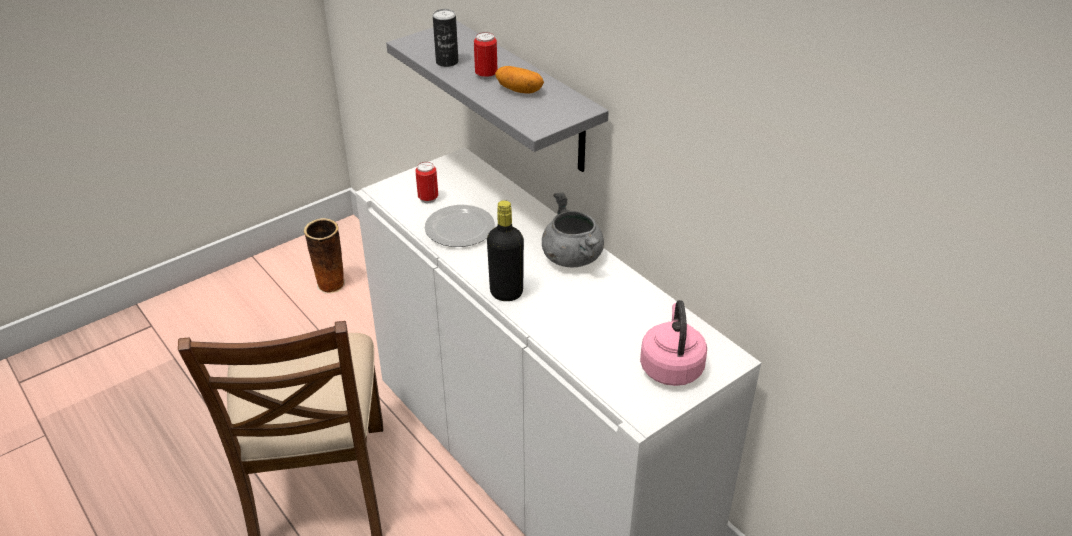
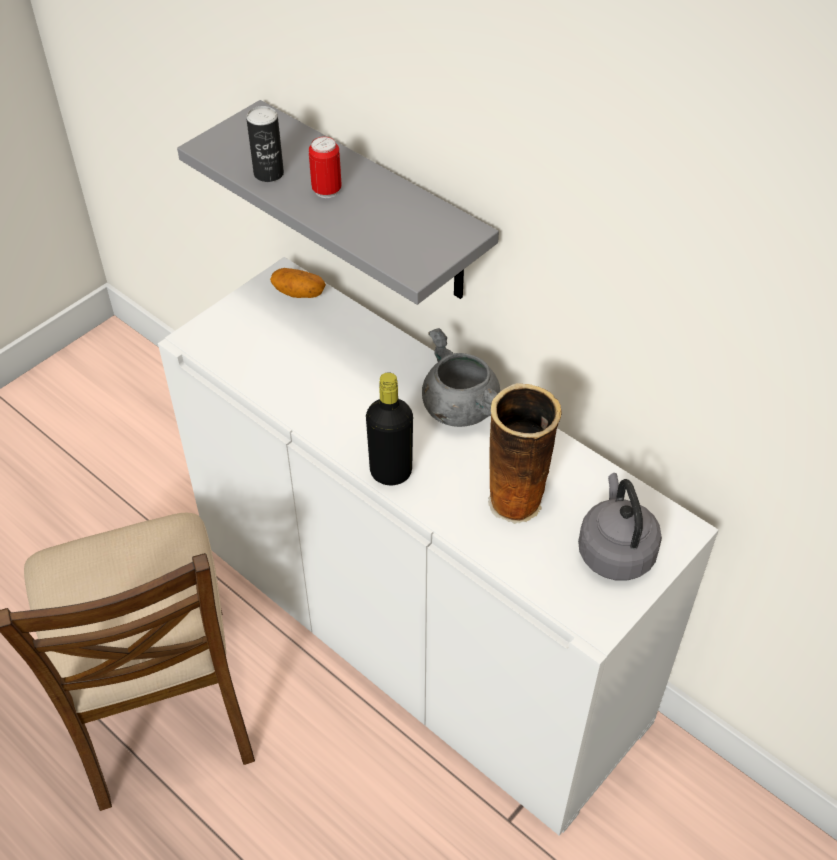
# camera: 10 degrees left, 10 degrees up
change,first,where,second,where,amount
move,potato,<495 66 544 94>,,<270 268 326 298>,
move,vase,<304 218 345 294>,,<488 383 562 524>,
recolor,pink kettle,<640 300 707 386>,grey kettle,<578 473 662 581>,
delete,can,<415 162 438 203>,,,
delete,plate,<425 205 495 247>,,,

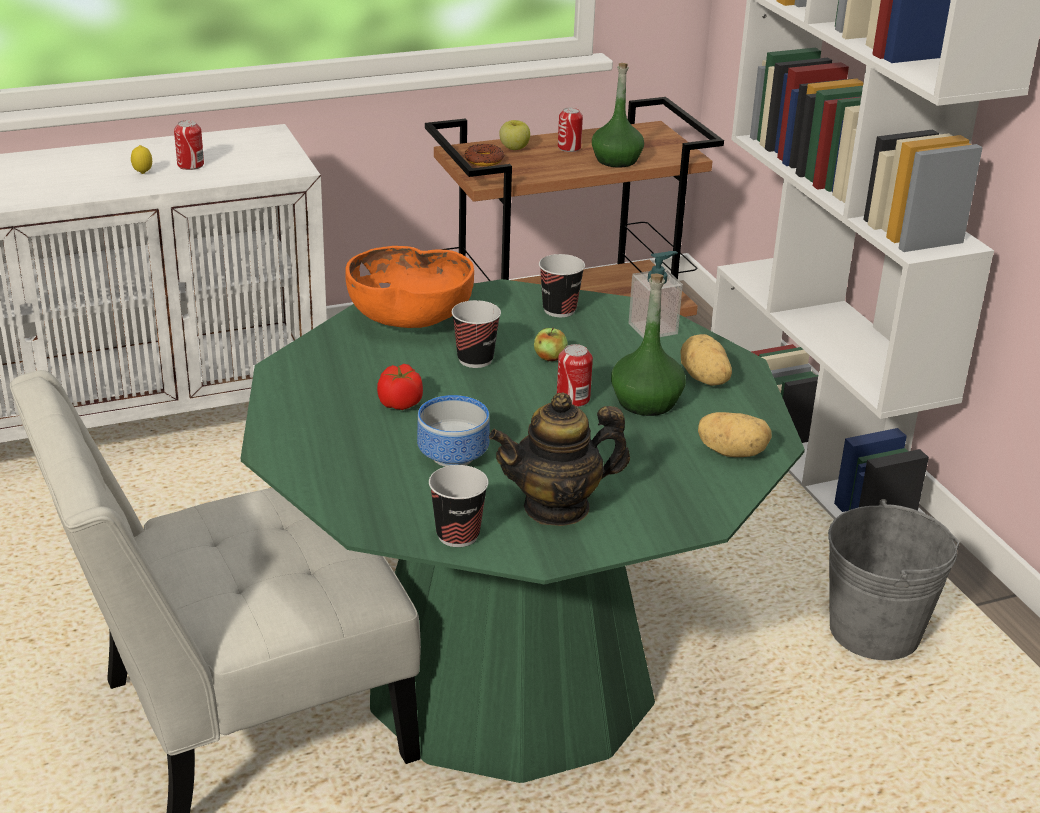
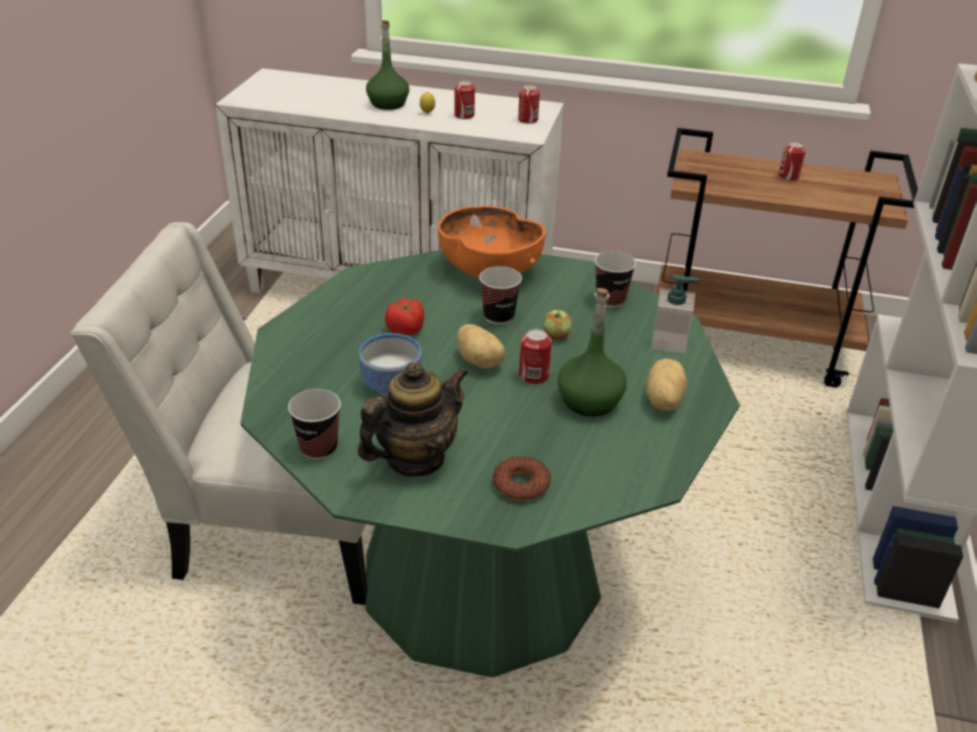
# camera: 35 degrees right, 5 degrees up
change,first,where,second,where,amount
rotate,teapot,<489 392 630 526>,,<357 362 468 476>,120 degrees clockwise
move,green bottle,<592 63 644 168>,,<366 20 409 110>,
move,potato,<698 412 772 457>,,<457 324 506 369>,
move,donut,<464 144 505 166>,,<492 456 551 501>,
insert,,,can,<518 85 540 124>,
delete,apple,<499 120 530 150>,,,
delete,grey bucket,<828 499 960 660>,,,

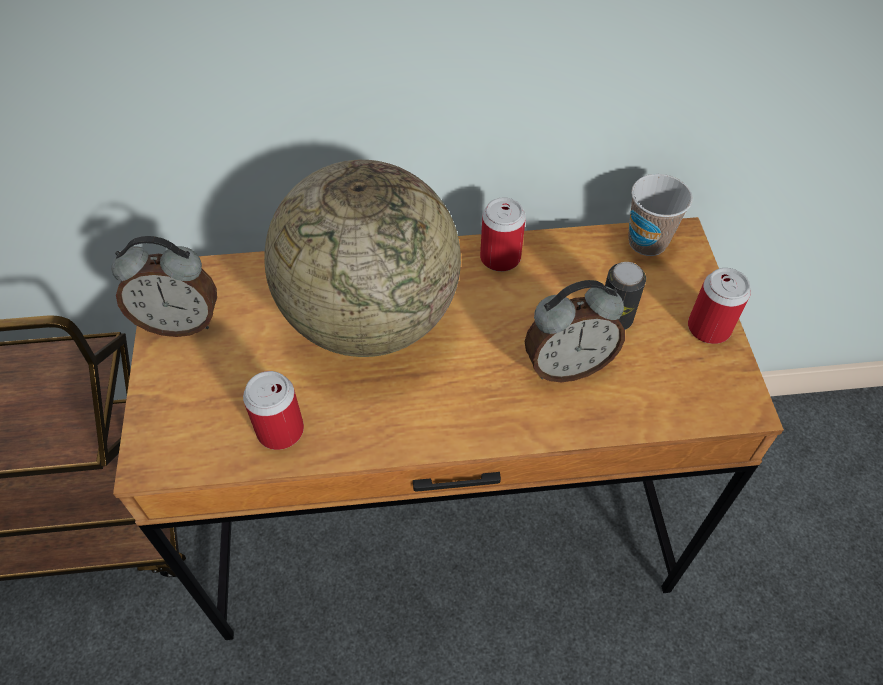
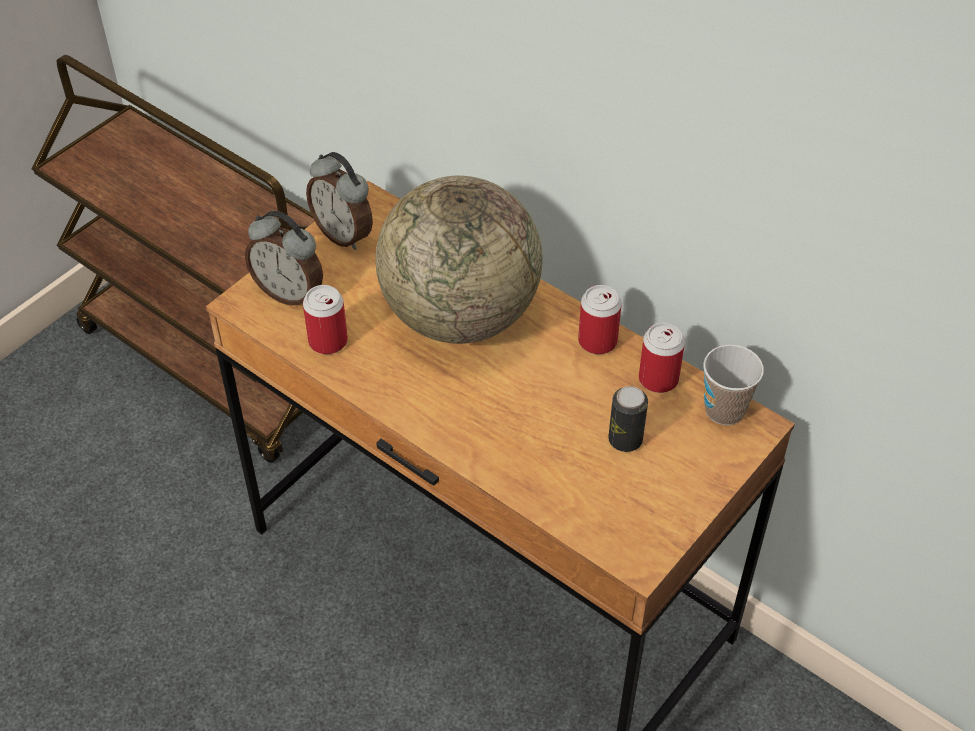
# camera: 45 degrees right, 5 degrees down
change,first,where,second,where,amount
move,alarm clock,<524 280 625 382>,,<245 211 323 305>,
move,can,<688 268 751 344>,,<639 322 685 393>,

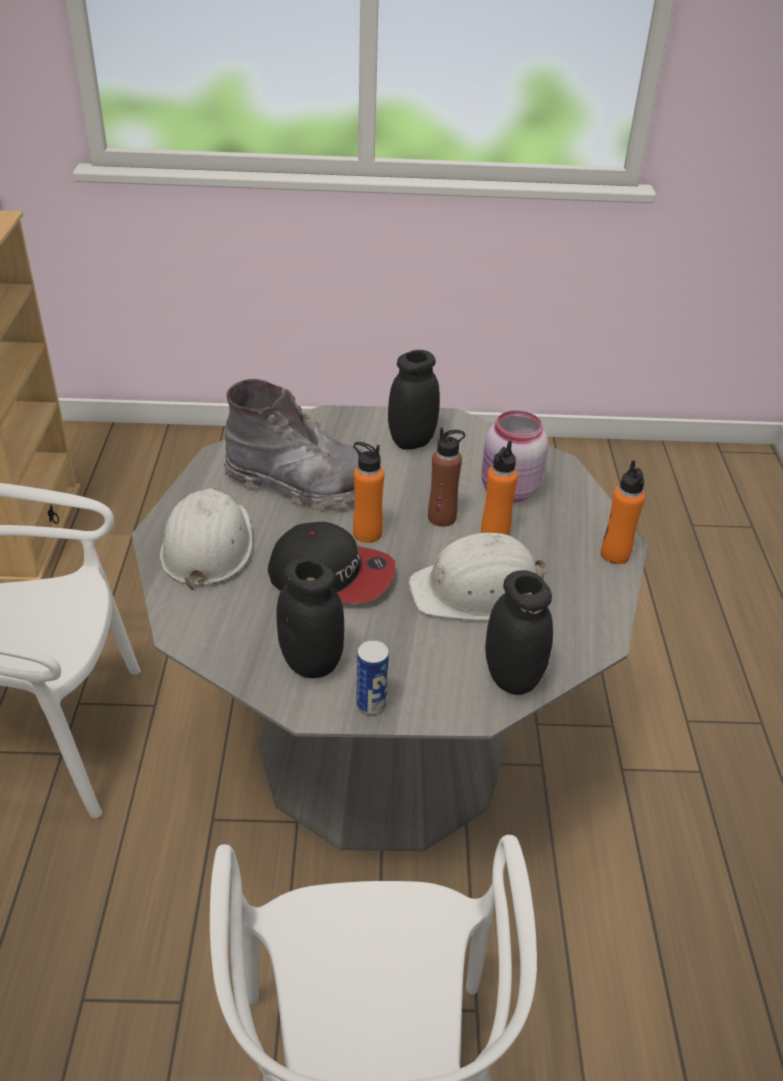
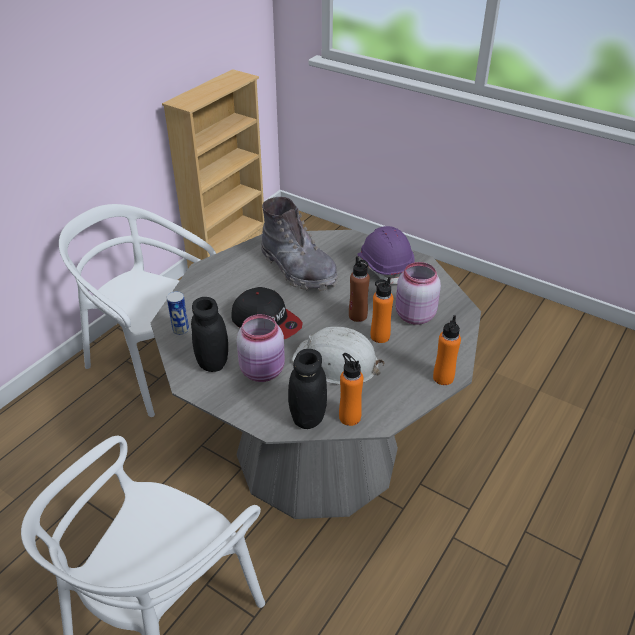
# camera: 35 degrees right, 0 degrees up
change,first,where,second,where,amount
move,can,<356 640 389 716>,,<167 291 189 335>,
insert,,,pink jar,<236 314 285 382>,
move,orange bottle,<353 442 384 543>,,<339 353 363 426>,
replace,black jar,<388 350 440 450>,purple hard hat,<357 226 415 284>,
delete,white hard hat,<160 488 253 590>,,,

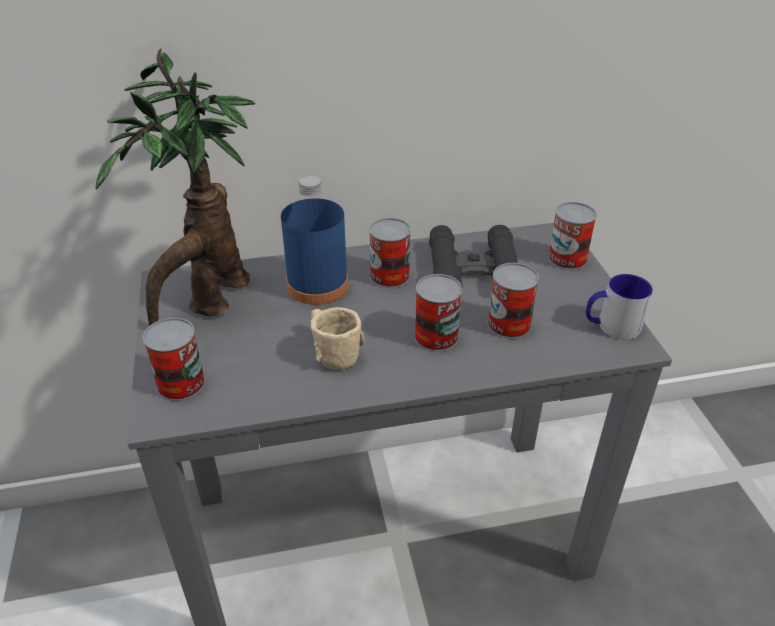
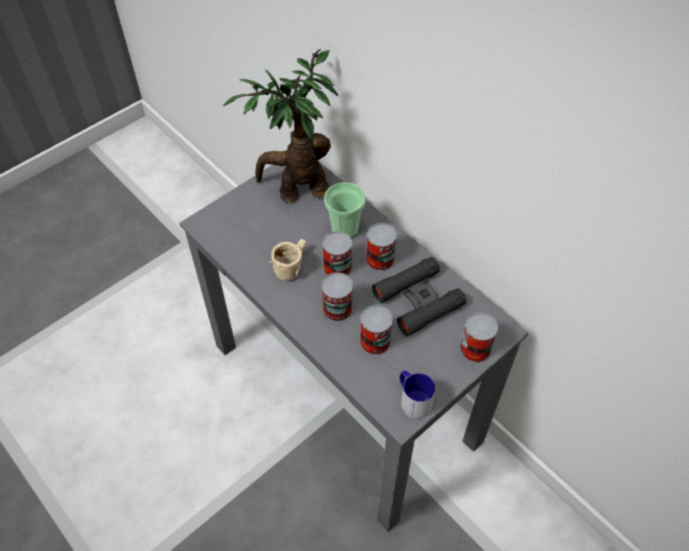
# camera: 60 degrees right, 15 degrees up
change,first,where,second,where,amount
move,can,<143 318 205 401>,,<322 231 352 275>,
replace,blue bottle,<281 176 349 305>,cup,<324 182 366 239>,

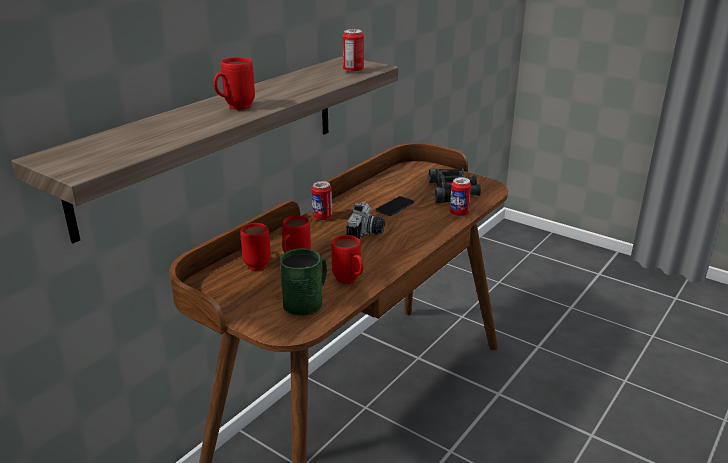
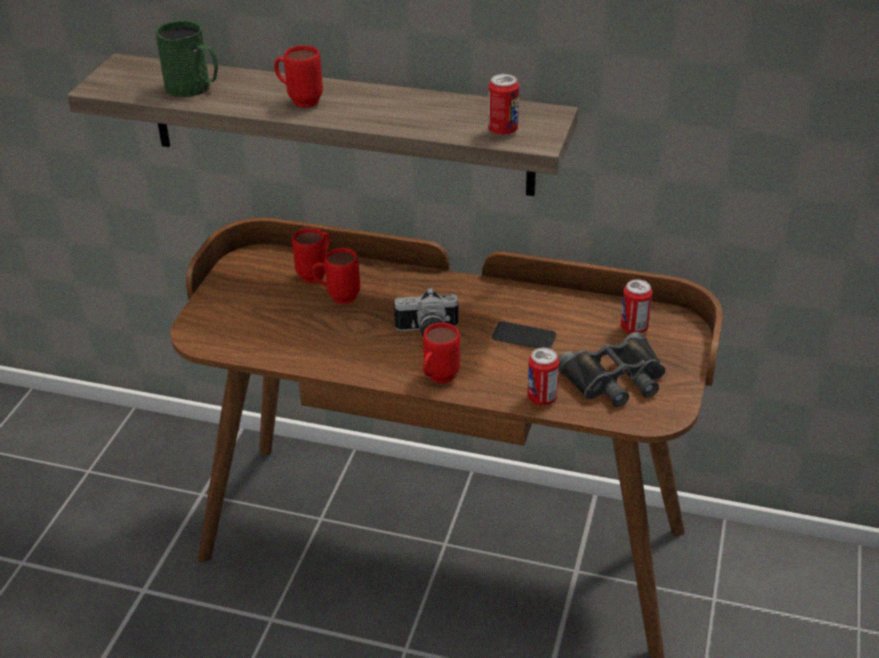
# camera: 70 degrees right, 10 degrees up
change,first,where,second,where,amount
move,green mug,<280 248 327 315>,,<156 20 218 97>,
move,red mug,<332 235 363 284>,,<423 323 460 383>,
move,can,<312 181 332 221>,,<621 279 652 333>,

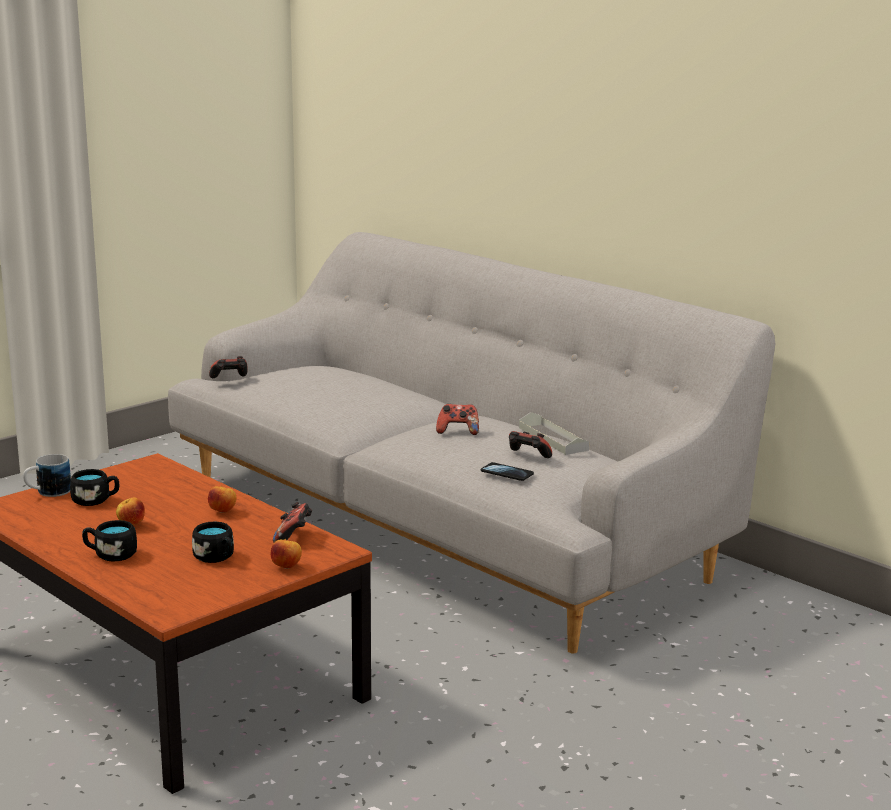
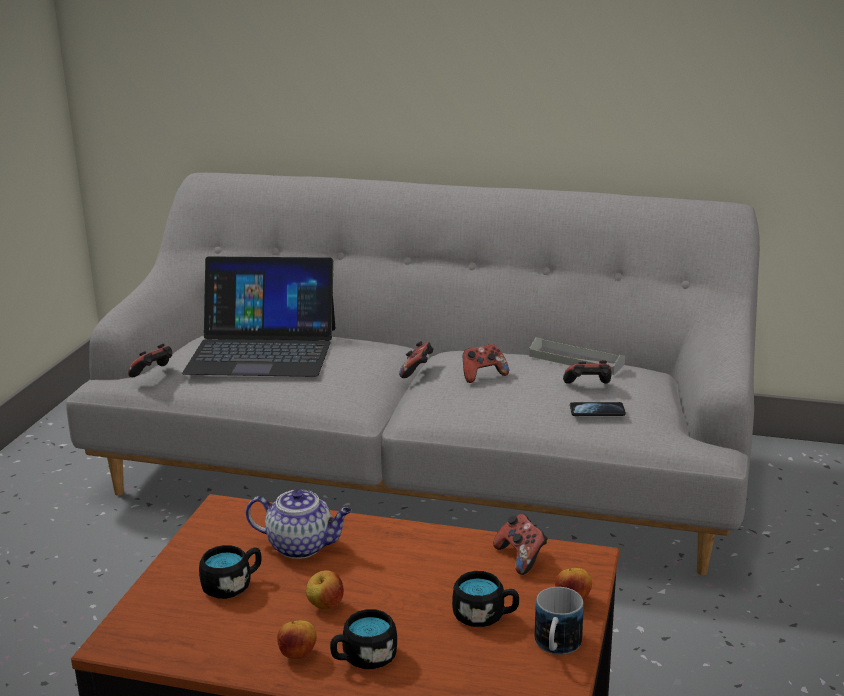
# camera: 30 degrees left, 5 degrees up
change,first,where,second,where,amount
insert,,,laptop,<182 256 335 377>,
insert,,,teapot,<246 489 352 559>,
move,apple,<208 486 236 513>,,<277 620 317 659>,
insert,,,game controller,<399 341 434 378>,
move,mug,<23 454 71 497>,,<535 587 584 655>,

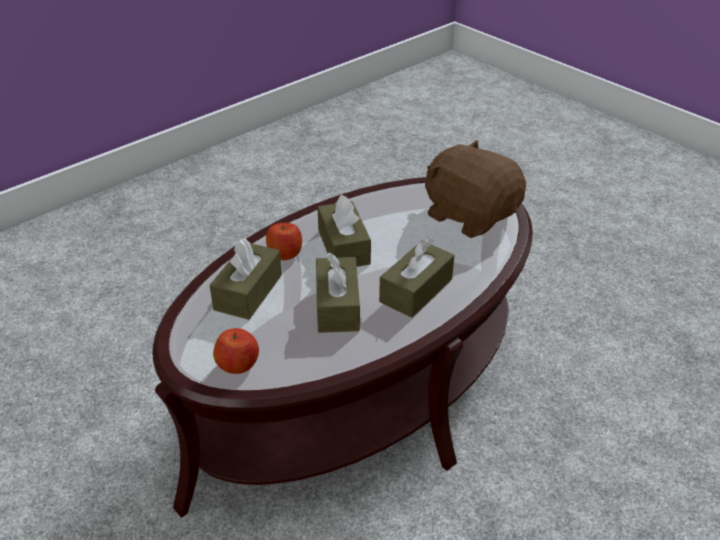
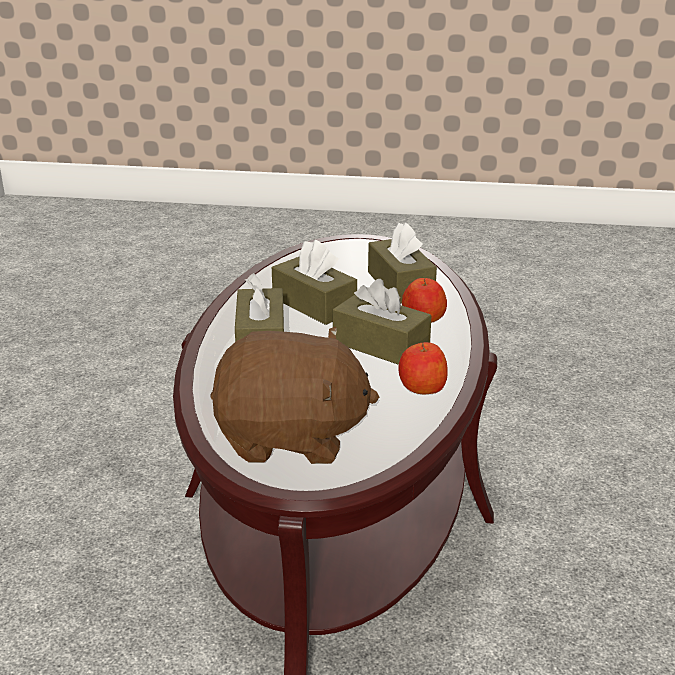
# camera: 140 degrees right, 10 degrees down
change,first,where,second,where,amount
move,apple,<213 328 259 374>,,<398 342 448 394>,

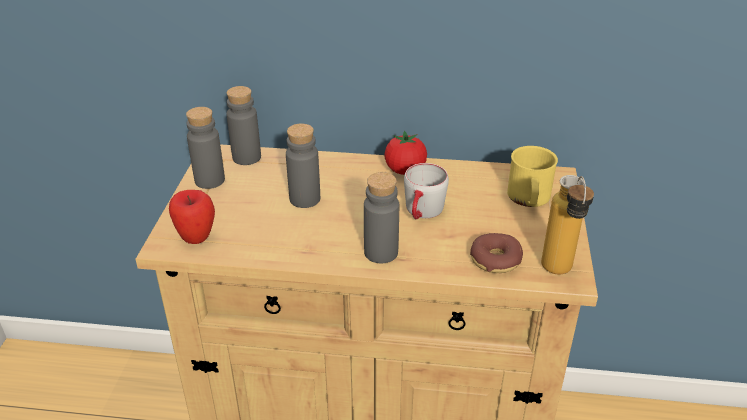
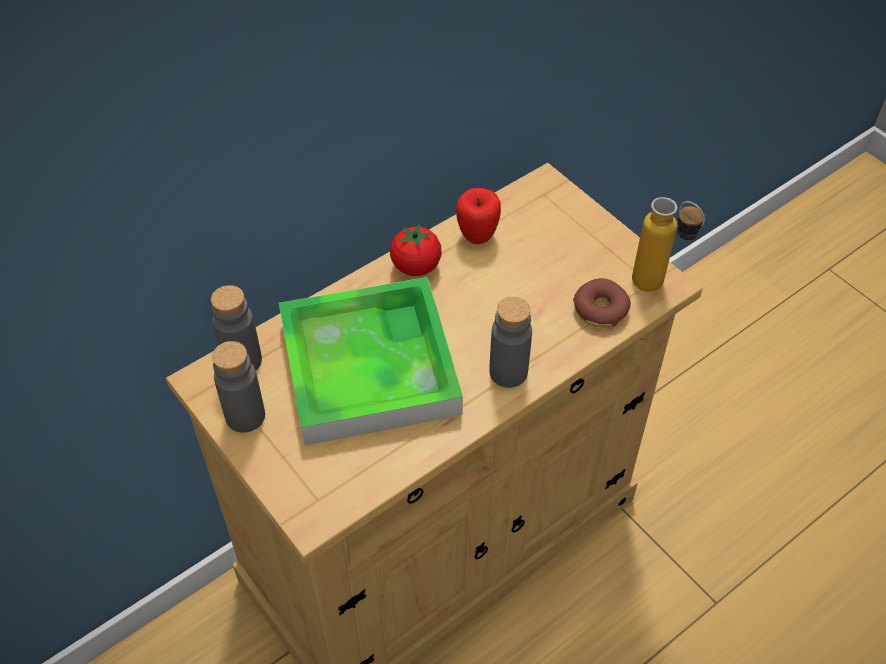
# camera: 45 degrees left, 15 degrees up
change,first,where,second,where,amount
replace,grey bottle,<286 123 320 208>,tray,<279 277 463 445>,
move,apple,<169 190 215 244>,,<456 188 501 244>,
delete,grey mug,<404 163 449 219>,,,
delete,yellow mug,<507 146 558 207>,,,

